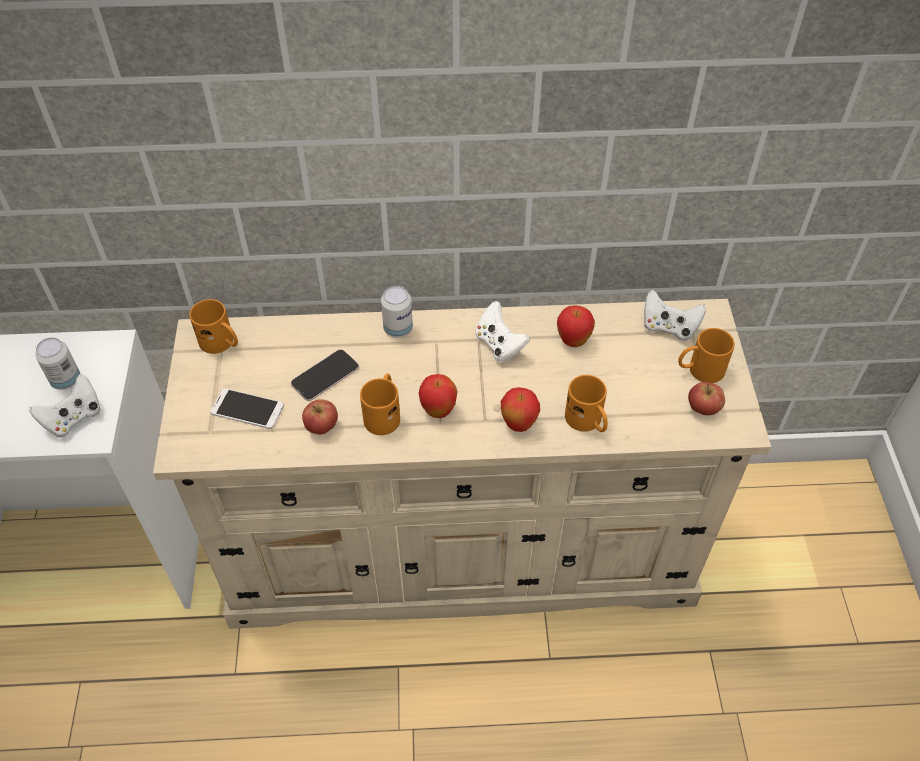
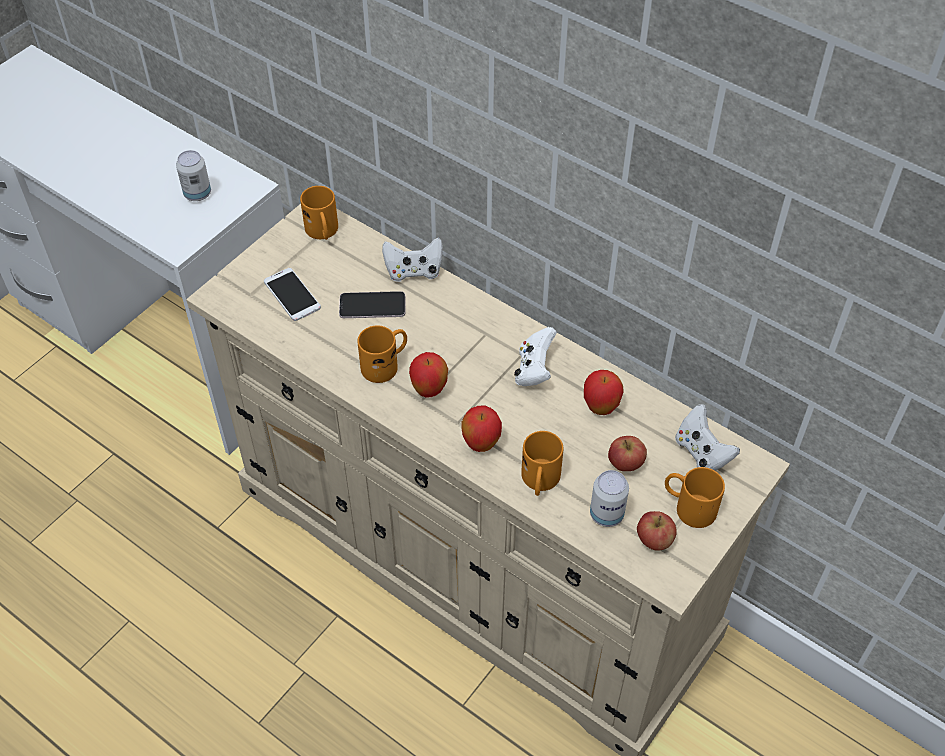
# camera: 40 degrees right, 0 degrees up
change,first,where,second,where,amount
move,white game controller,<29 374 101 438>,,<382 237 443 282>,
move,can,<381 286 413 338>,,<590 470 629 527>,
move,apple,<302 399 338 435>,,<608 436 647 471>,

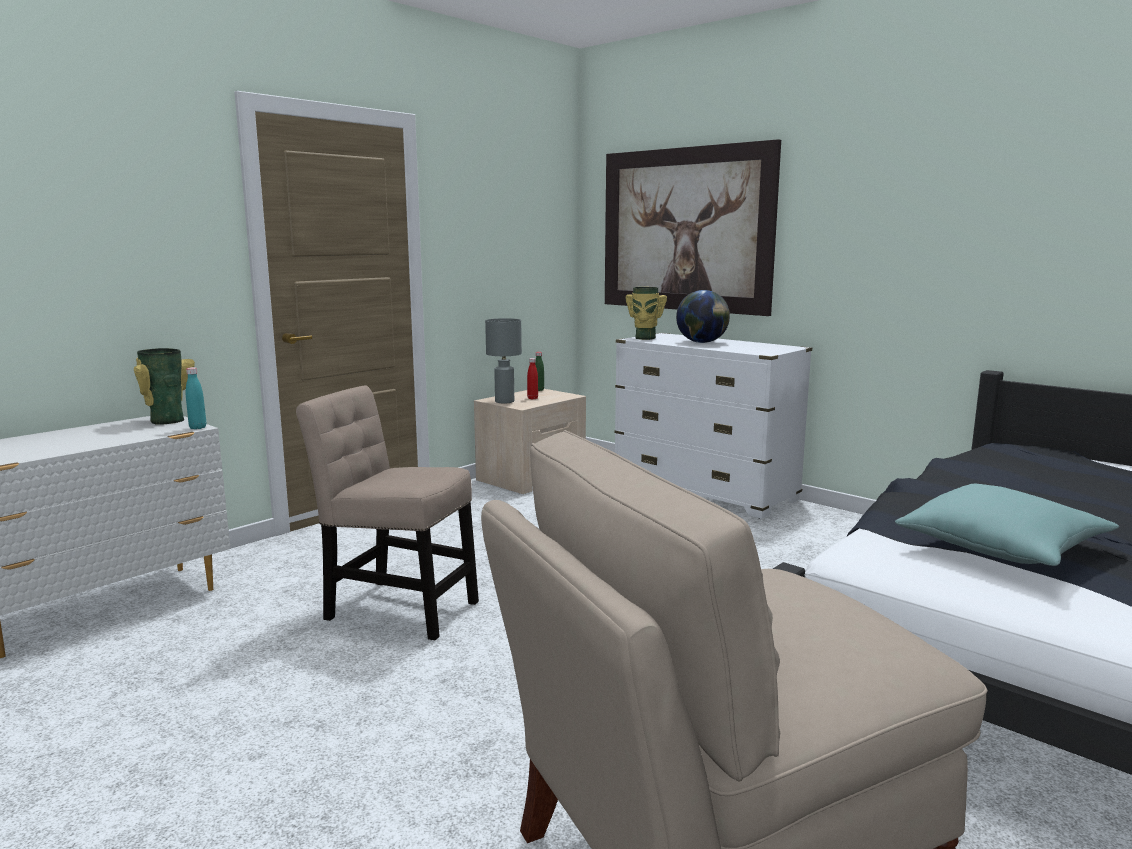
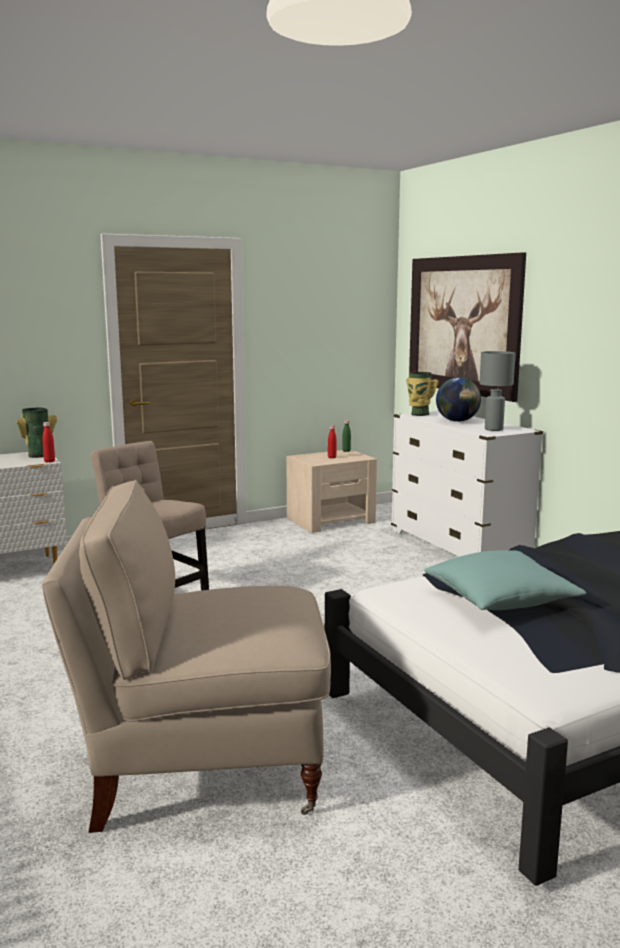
# camera: 20 degrees right, 0 degrees up
change,first,where,second,where,amount
recolor,turquoise bottle,<186 367 206 429>,red bottle,<42 422 55 463>,
move,grey table lamp,<485 318 522 403>,,<479 351 516 431>,

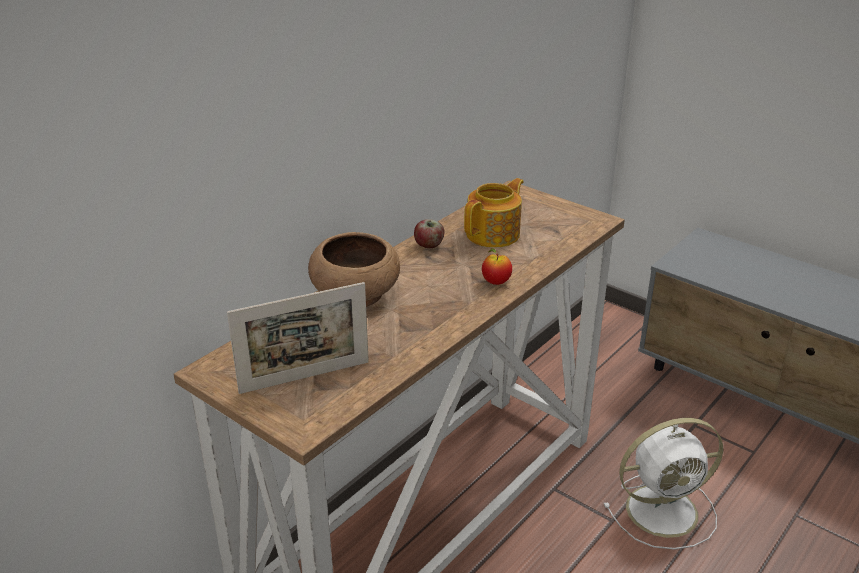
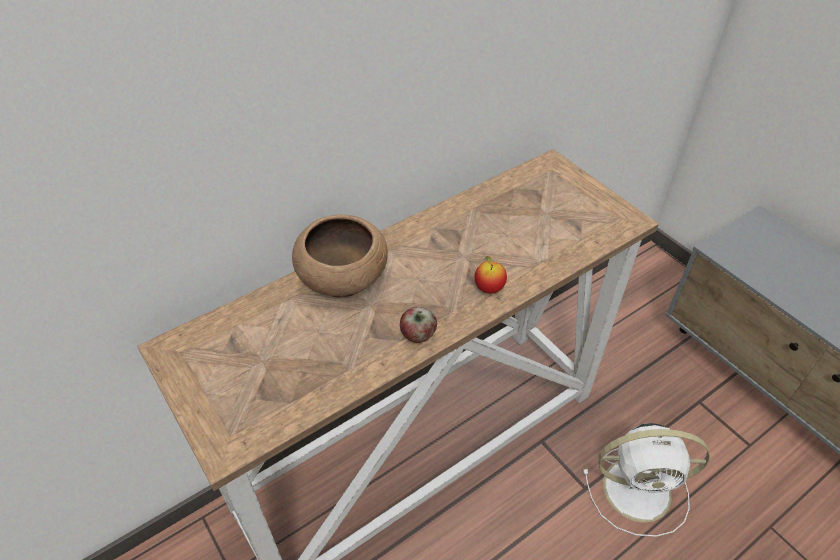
# camera: 15 degrees right, 15 degrees up
change,first,where,second,where,amount
move,apple,<414 219 445 248>,,<400 307 437 343>,
delete,picture frame,<227 282 369 394>,,,
delete,teapot,<464 178 524 248>,,,

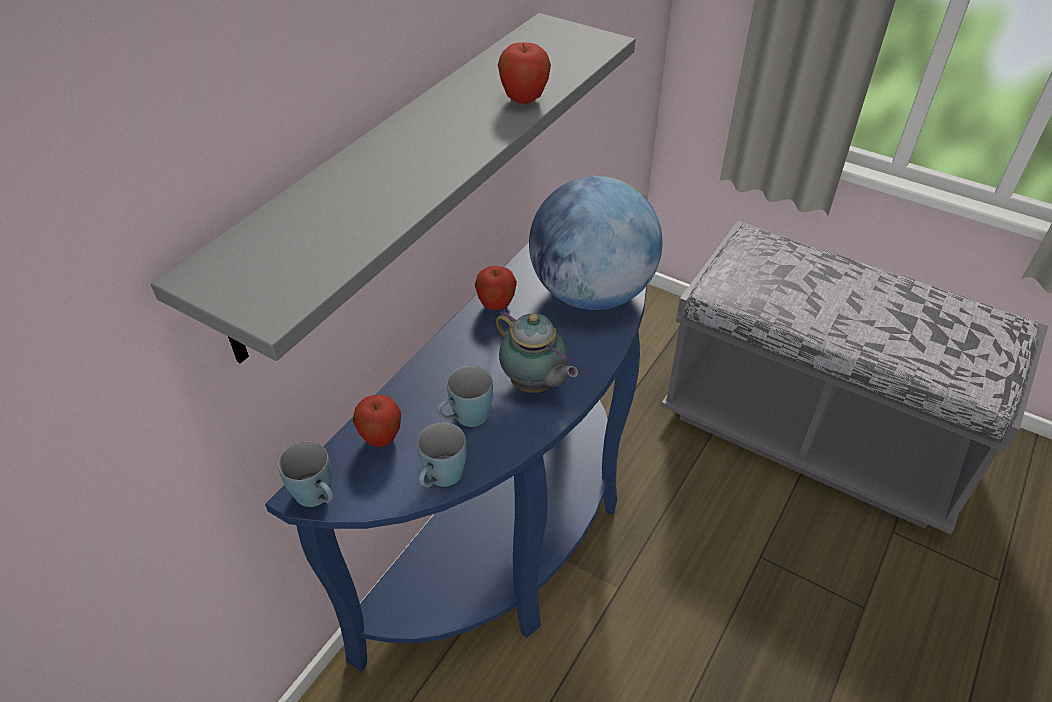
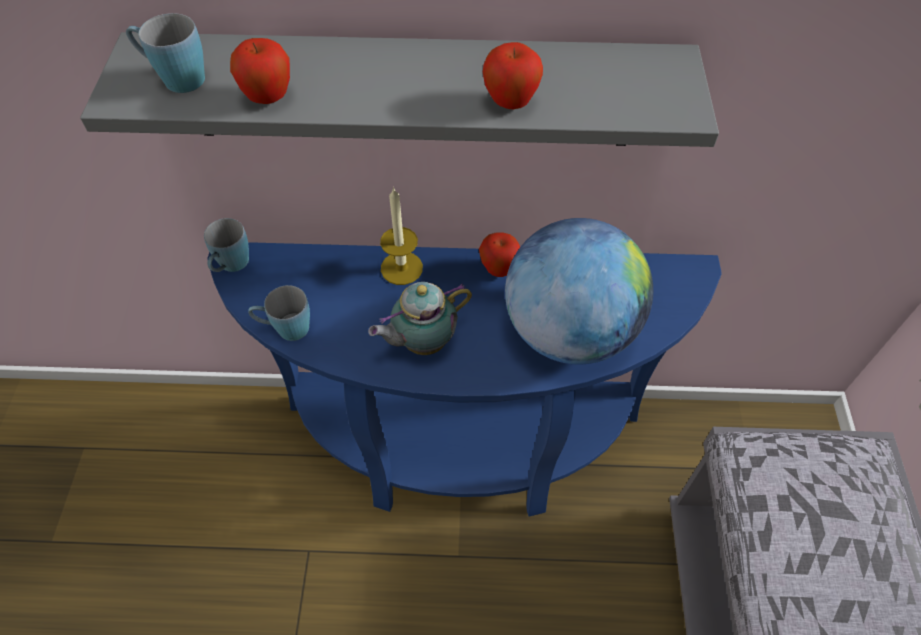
# camera: 60 degrees right, 10 degrees up
change,first,where,second,where,amount
move,blue mug,<437 366 493 427>,,<126 13 205 93>,
move,apple,<353 395 401 447>,,<230 38 290 104>,
rotate,teapot,<496 310 578 393>,,<368 282 472 355>,45 degrees clockwise
insert,,,candle,<380 187 423 285>,

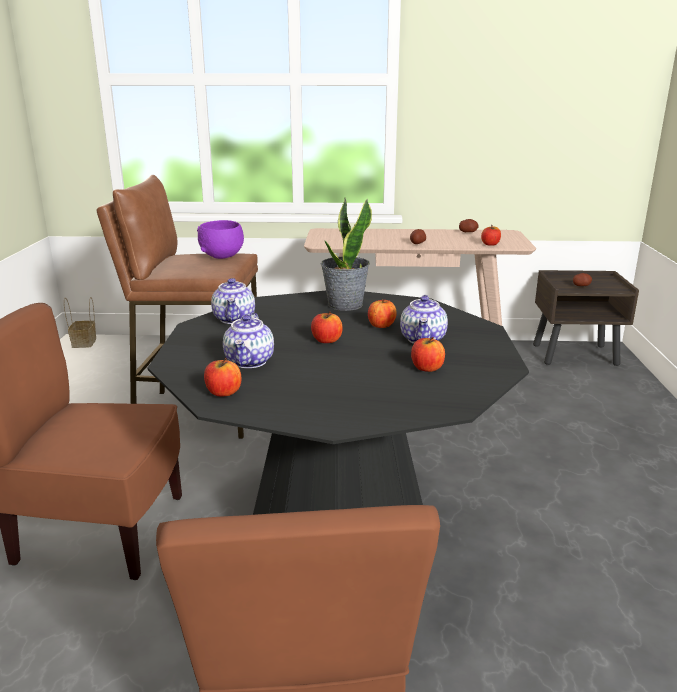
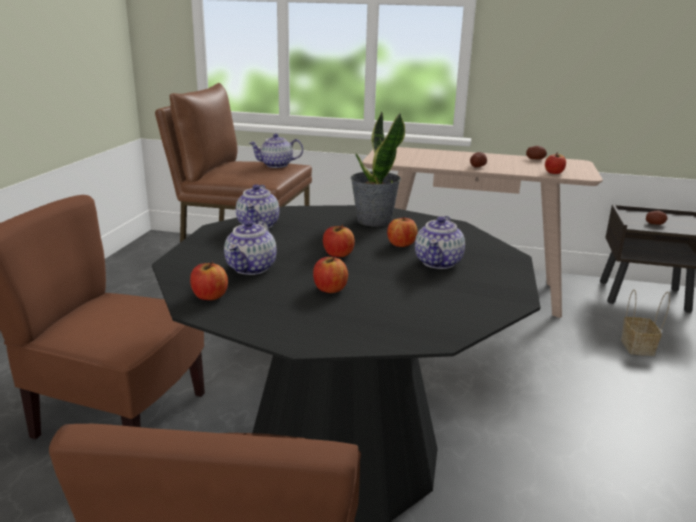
# camera: 10 degrees right, 0 degrees up
change,first,where,second,where,amount
replace,purple bowl,<197 220 244 259>,teapot,<249 133 303 168>,
move,apple,<411 337 445 372>,,<313 256 348 293>,
move,basket,<64 297 96 348>,,<621 289 670 356>,

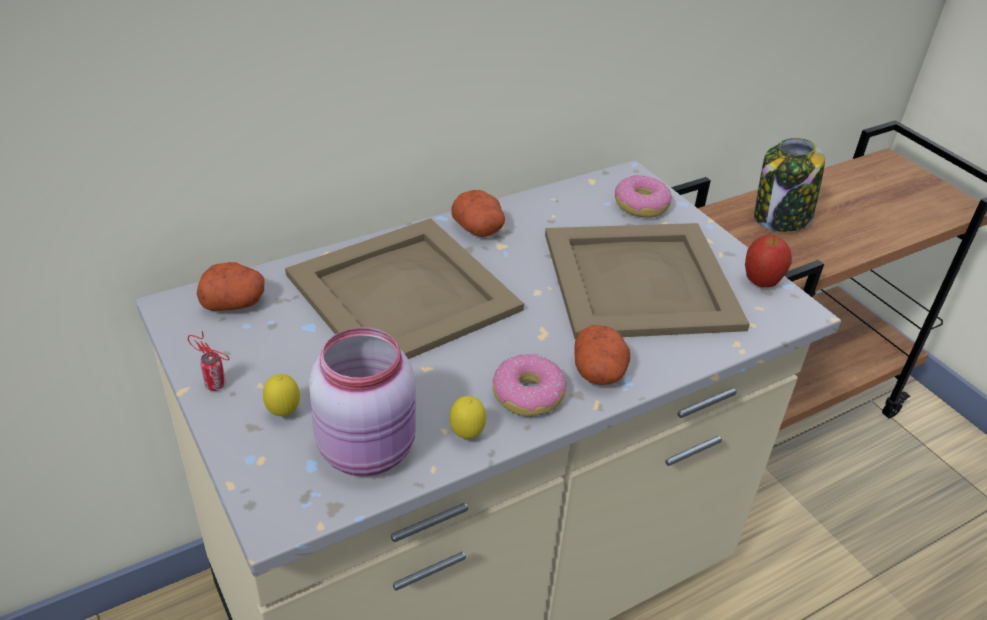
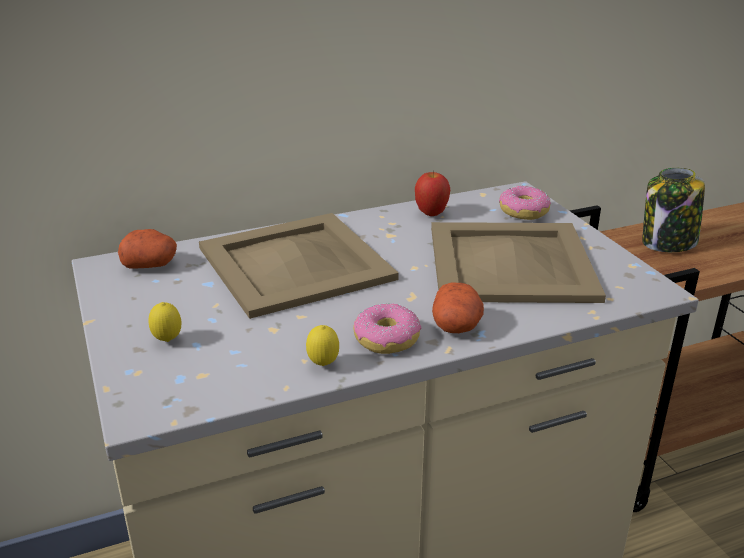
# camera: 10 degrees right, 10 degrees down
change,first,where,second,where,amount
move,apple,<745 235 792 288>,,<415 172 450 216>,
delete,can,<188 331 229 391>,,,
delete,pink jar,<309 327 416 476>,,,
delete,potato,<452 190 505 237>,,,

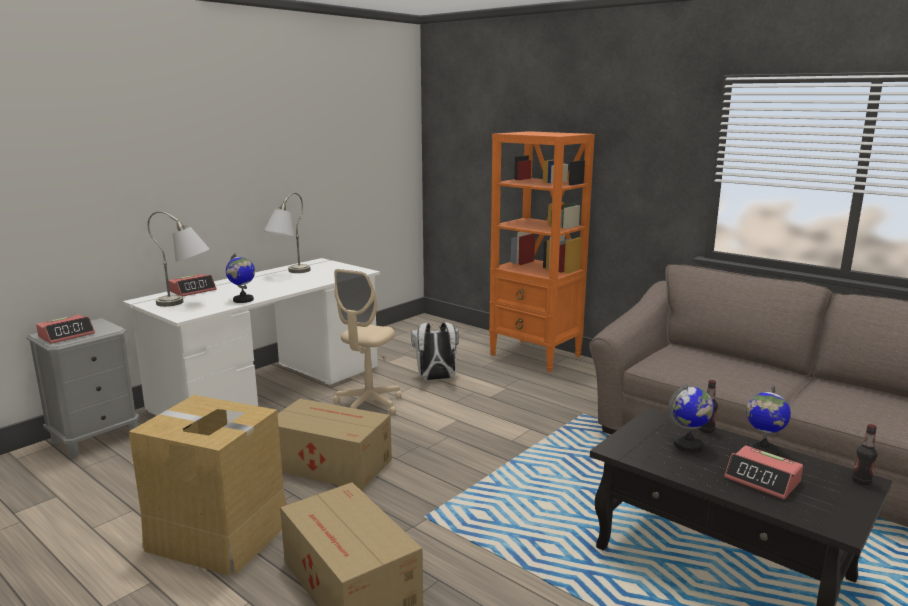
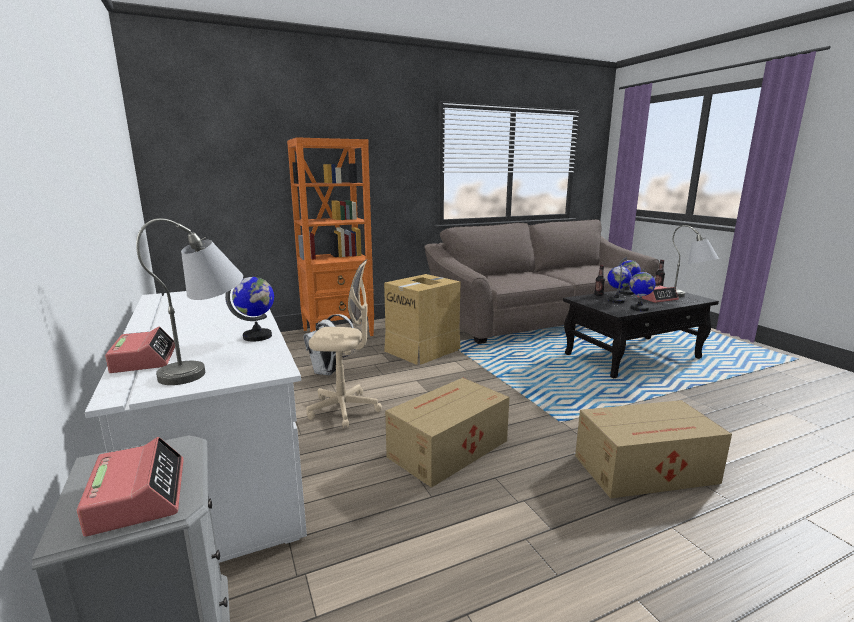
# camera: 65 degrees left, 0 degrees up
change,first,where,second,where,amount
rotate,beige office chair,<333 269 401 415>,,<306 259 382 428>,45 degrees counterclockwise
move,cardboard box,<129 395 286 576>,,<384 274 461 365>,
insert,,,globe,<629 268 656 311>,
move,grey table lamp,<264 193 310 273>,,<673 225 719 297>,

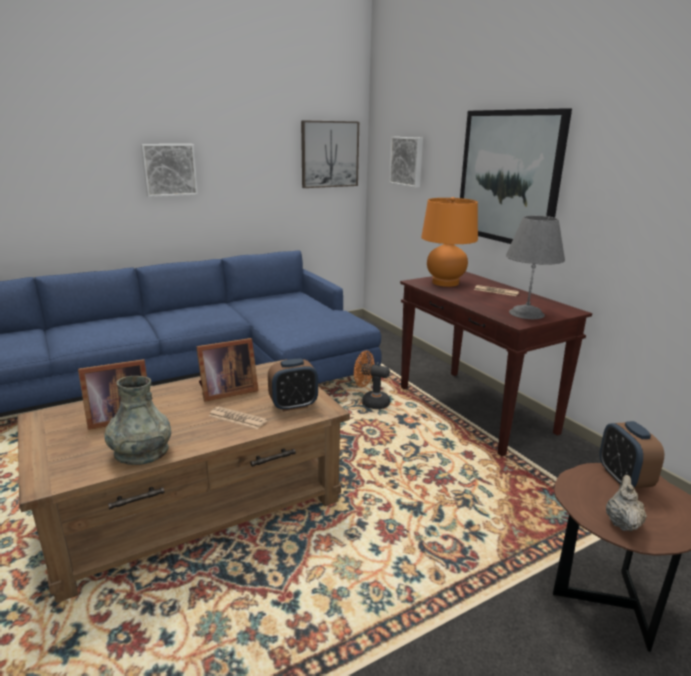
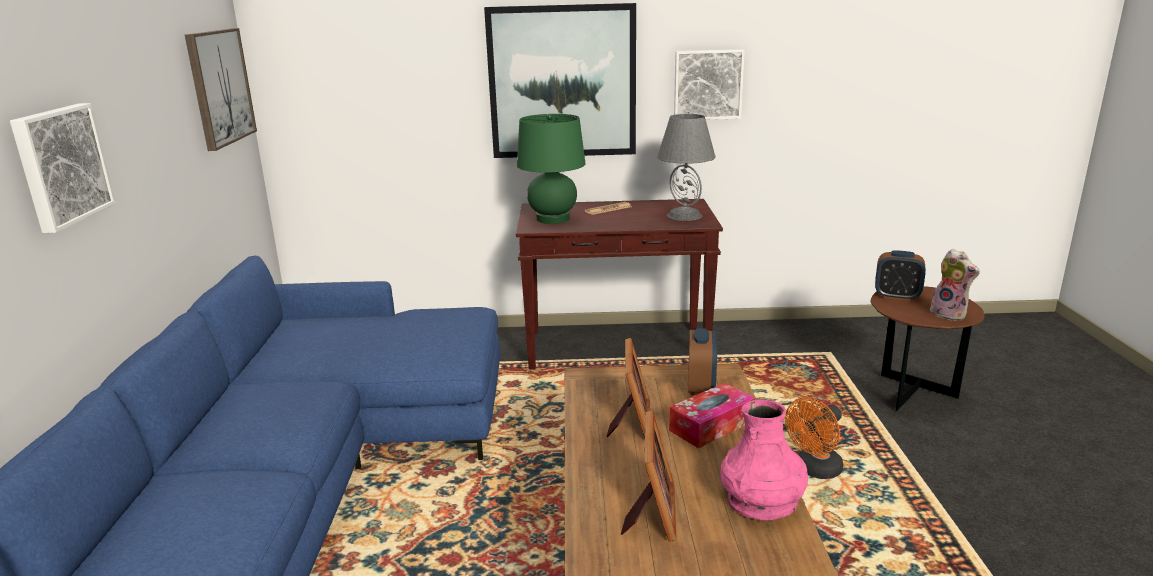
# camera: 60 degrees left, 0 degrees up
change,first,where,second,where,amount
recolor,orange table lamp,<421 197 478 287>,green table lamp,<517 114 585 224>,
replace,newspaper,<209 406 267 429>,tissue box,<669 383 755 448>,
move,picture,<389 137 423 188>,,<674 49 745 120>,
recolor,grey vase,<105 376 171 465>,pink vase,<720 400 808 520>,
move,orange fan,<354 351 390 409>,,<785 397 843 479>,
replace,beige teapot,<606 475 647 531>,plush toy,<928 249 980 321>,

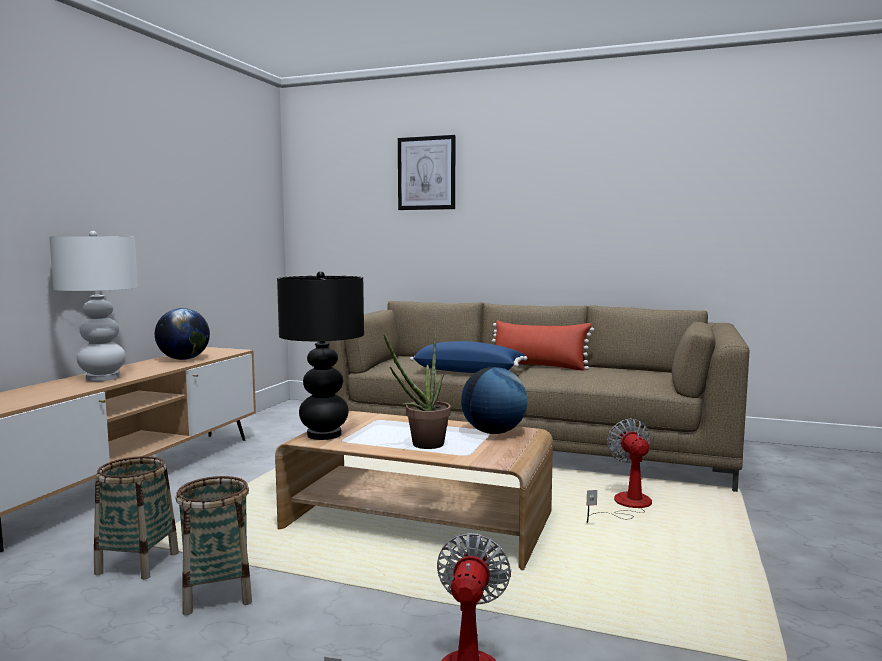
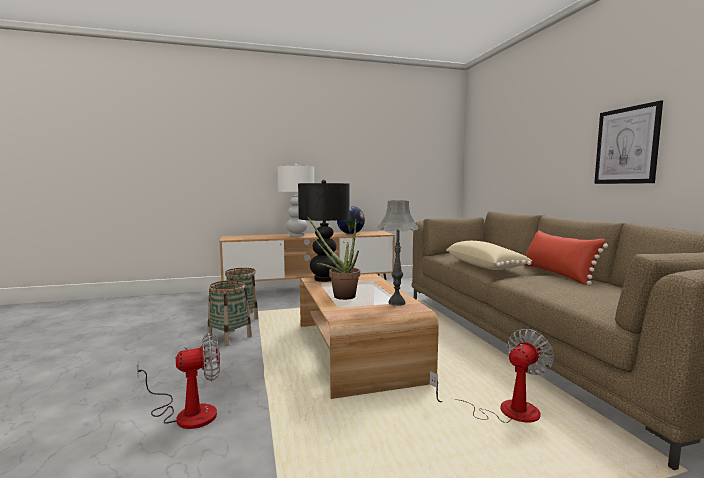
# camera: 55 degrees right, 0 degrees up
change,first,where,second,where,amount
replace,globe,<461 367 528 434>,grey table lamp,<377 200 419 306>,
recolor,blue pillow,<410 341 527 373>,beige pillow,<446 241 532 270>,
move,picture,<398 135 455 210>,,<594 100 663 184>,

